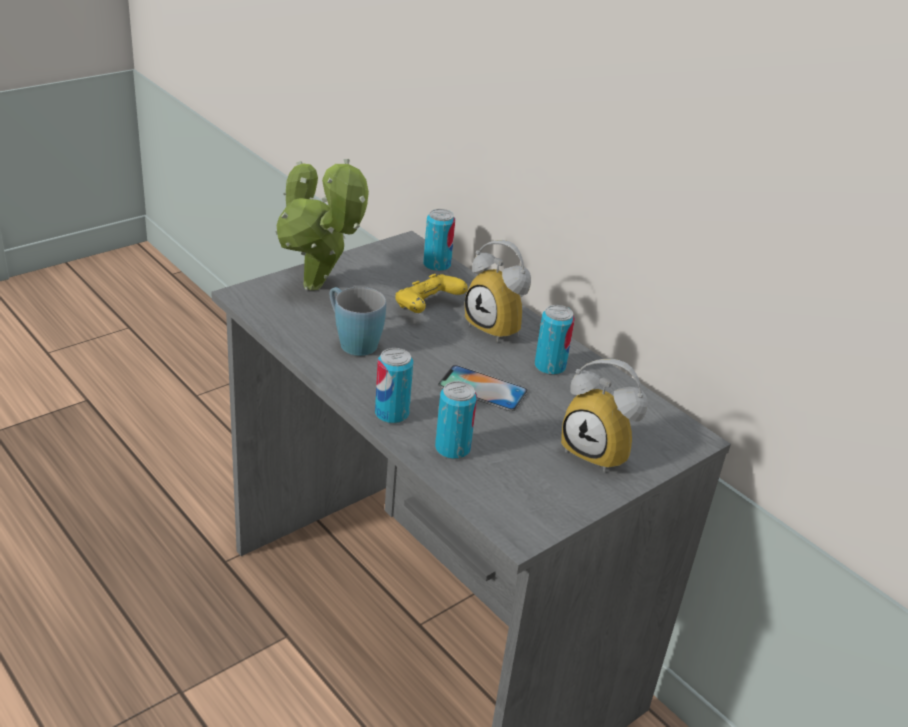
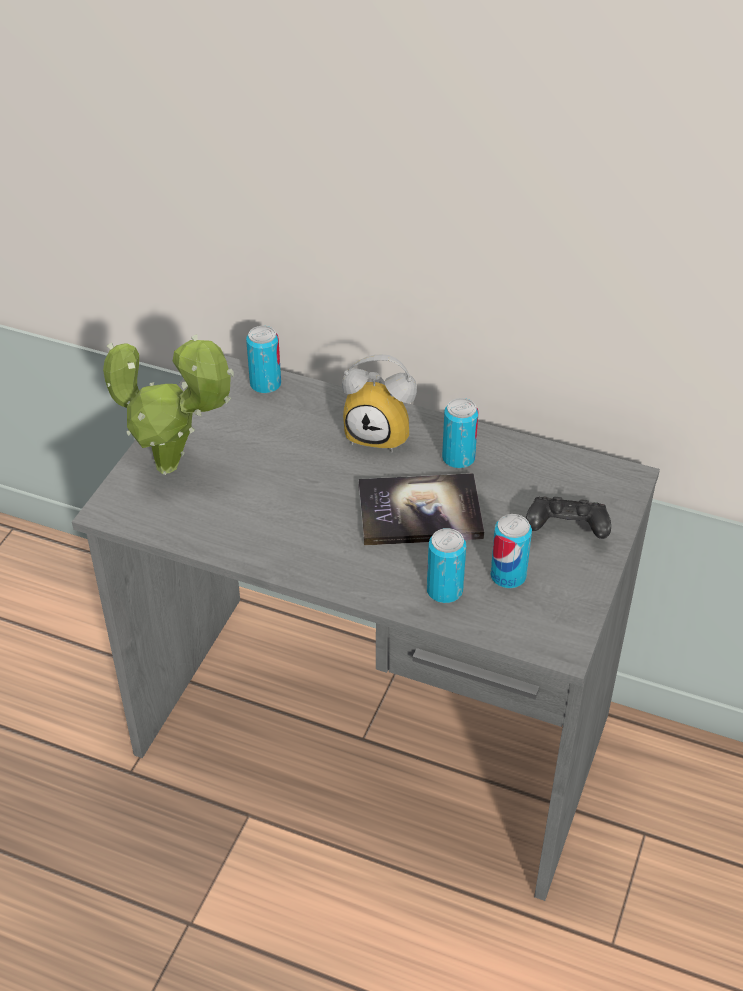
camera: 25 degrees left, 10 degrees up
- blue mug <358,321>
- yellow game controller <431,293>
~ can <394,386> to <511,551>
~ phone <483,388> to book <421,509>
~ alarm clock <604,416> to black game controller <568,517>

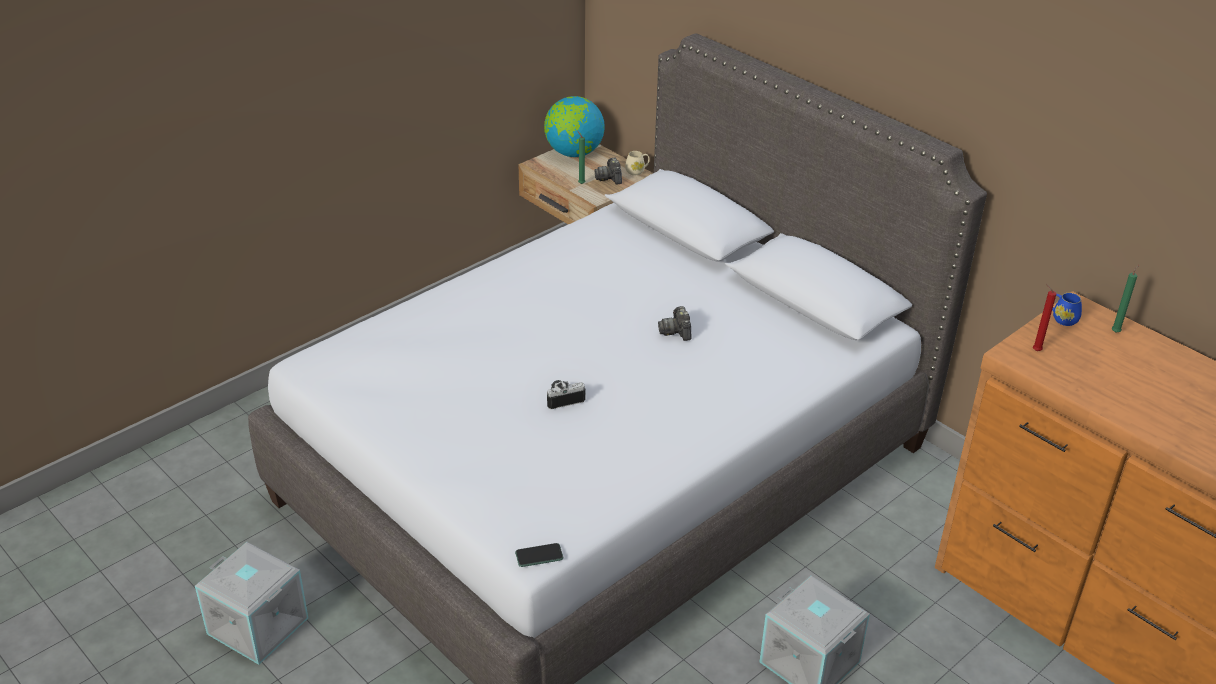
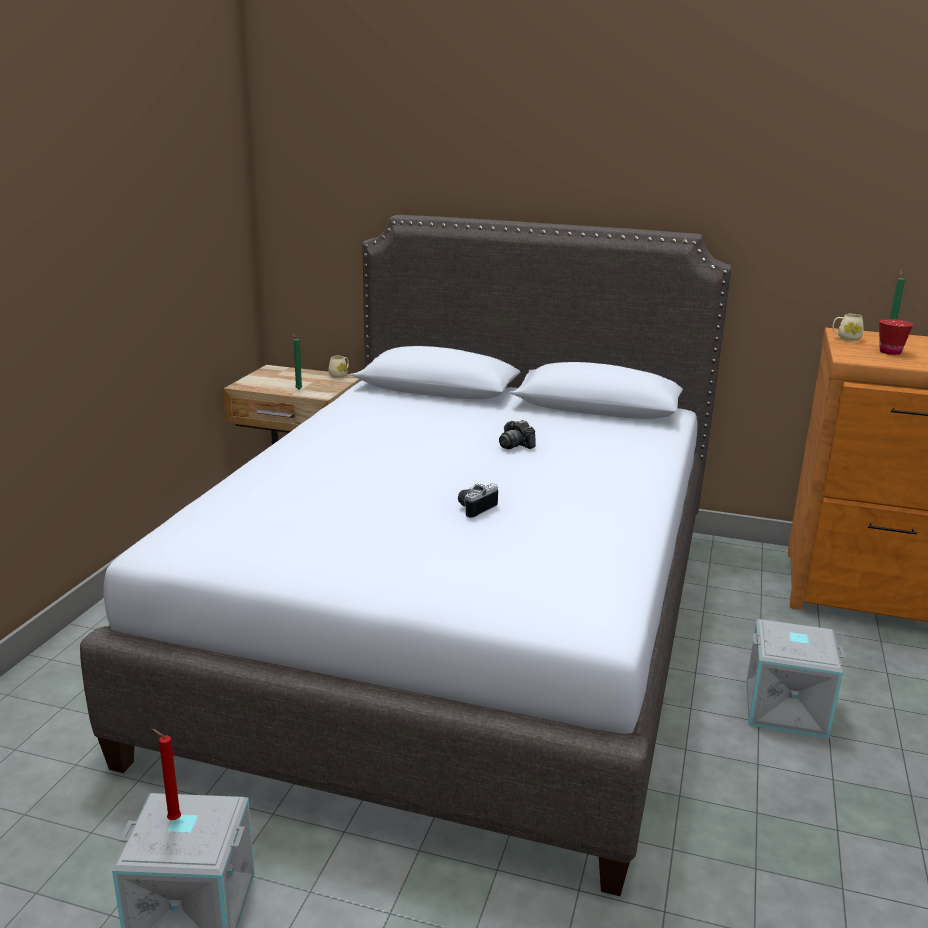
camera: 30 degrees left, 15 degrees down
- phone <539,555>
- globe <574,126>
- photo camera <608,171>
+ red cup <896,337>
~ red candle <1045,317> to <166,774>
~ blue mug <1067,309> to beige mug <848,327>

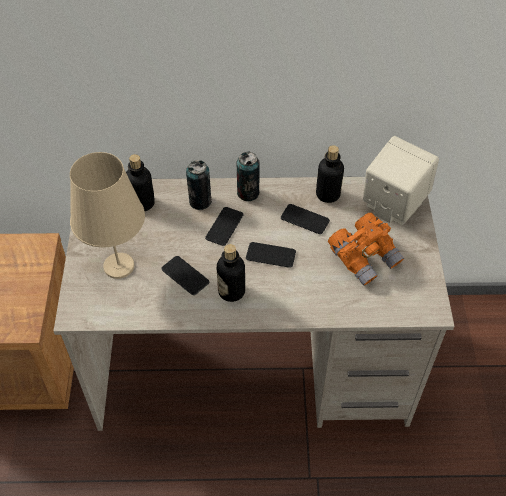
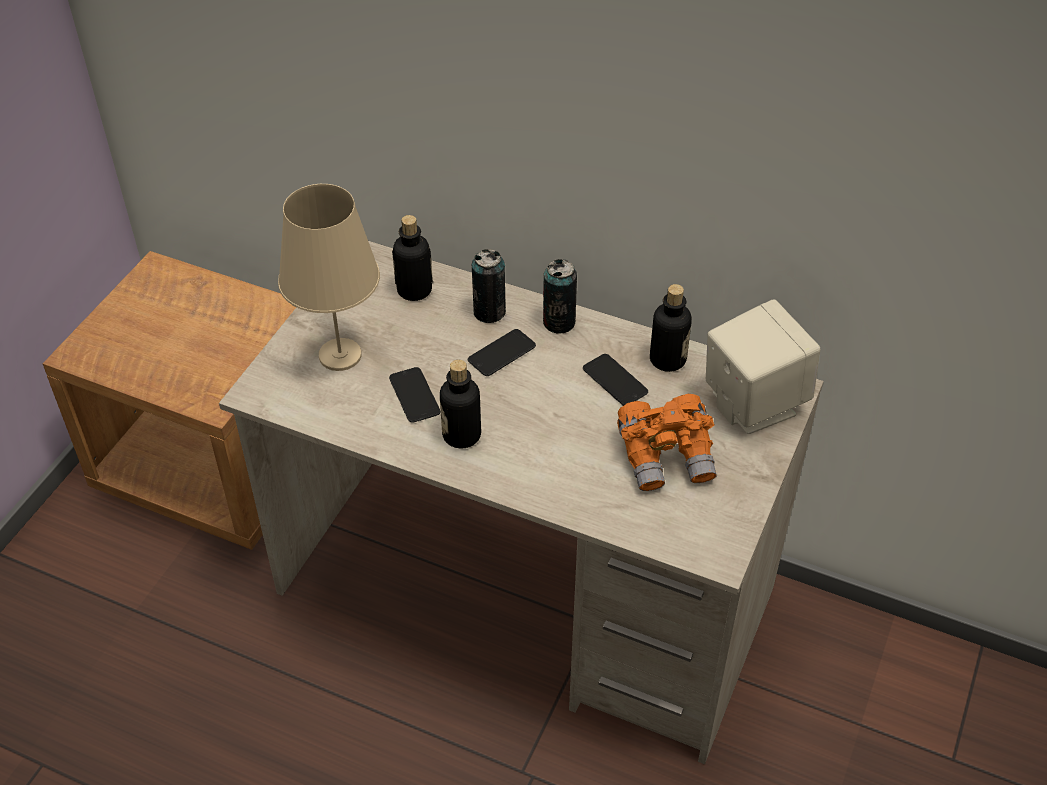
camera: 25 degrees right, 5 degrees down
- phone <271,255>

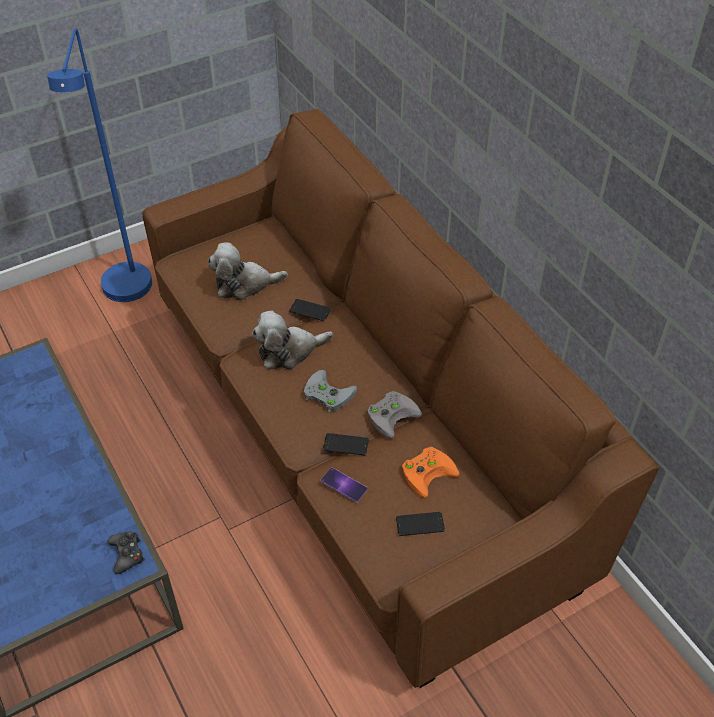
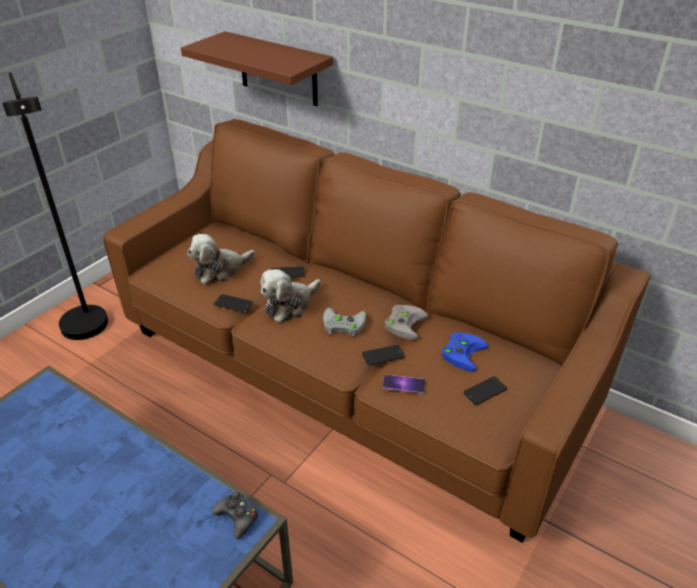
camera: 25 degrees left, 10 degrees down
+ brown shelf <257,68>
+ phone <233,303>
~ blue floor lamp <99,165> to black floor lamp <55,206>
~ orange game controller <431,472> to blue game controller <464,352>

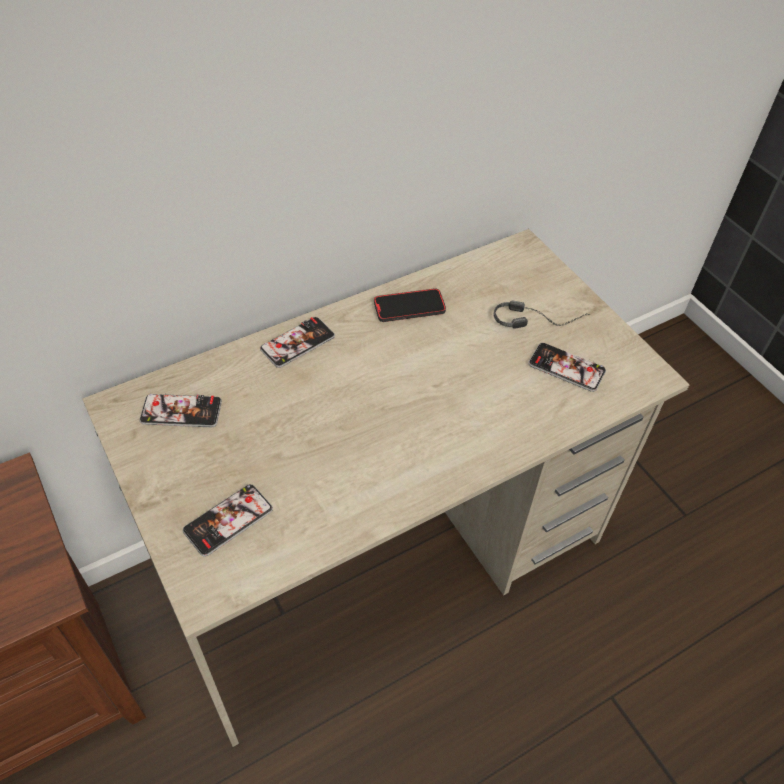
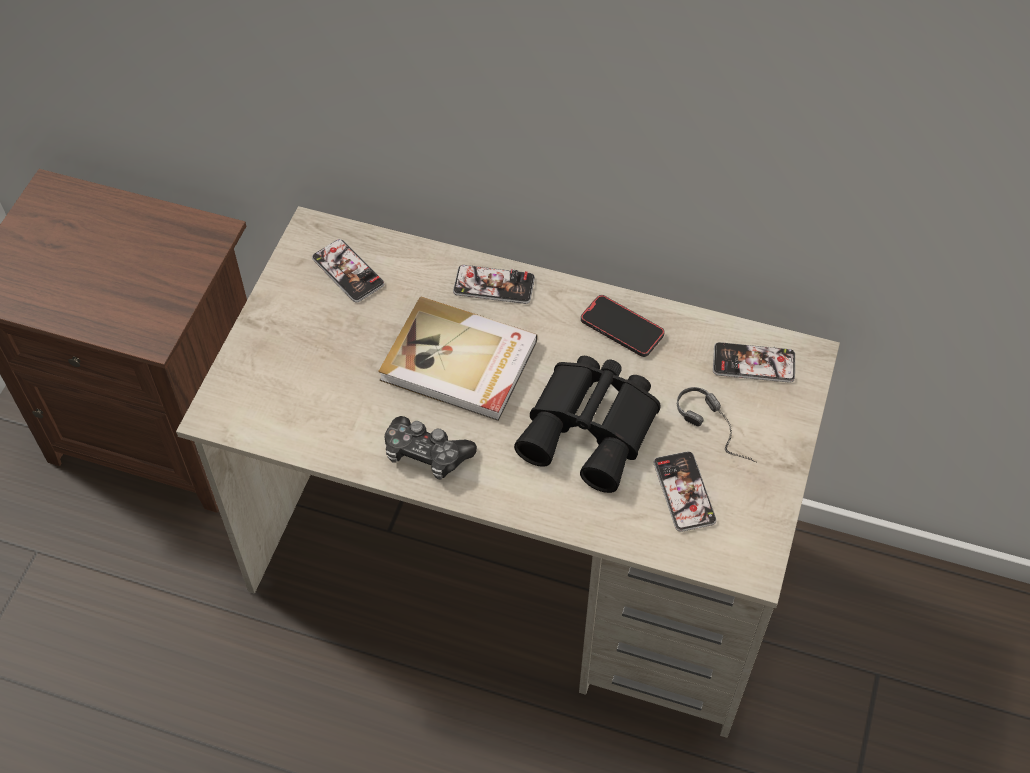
camera: 50 degrees right, 5 degrees up
+ book <458,358>
+ game controller <431,447>
+ black binoculars <587,424>
~ phone <228,520> to <754,362>

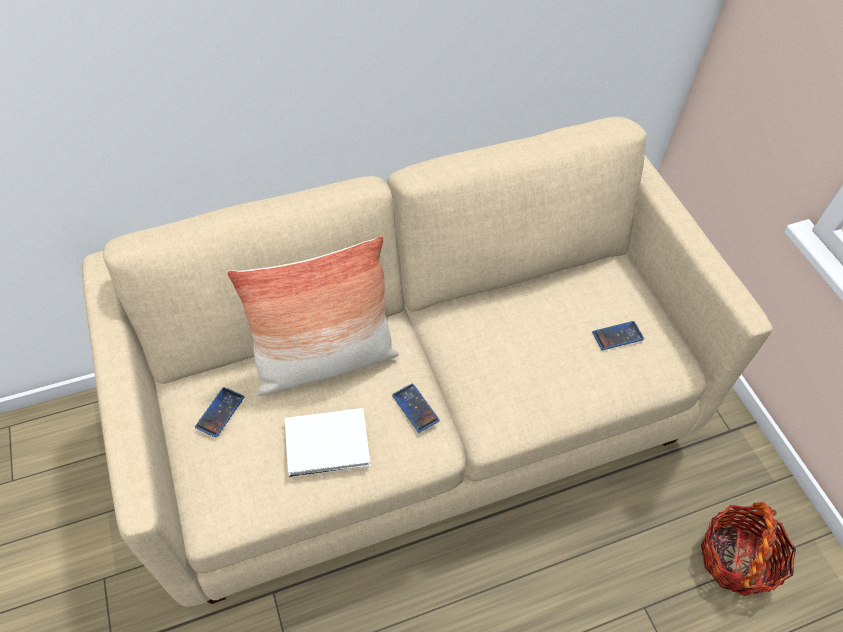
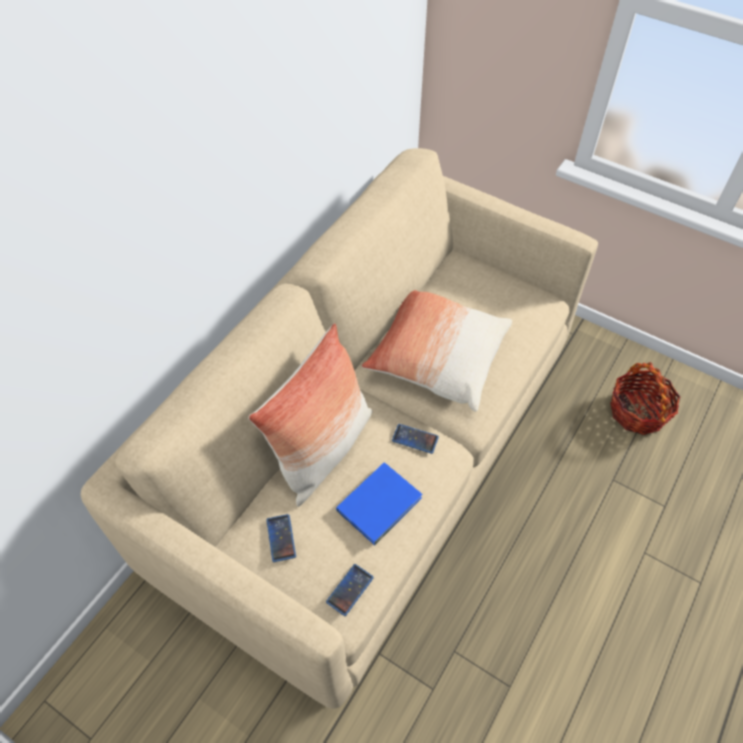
camera: 35 degrees left, 0 degrees up
+ pillow <437,351>
~ phone <618,335> to <350,590>
~ white book <328,442> to blue book <379,503>

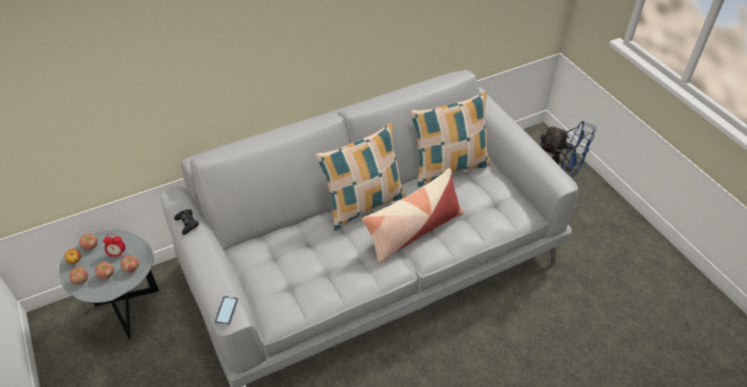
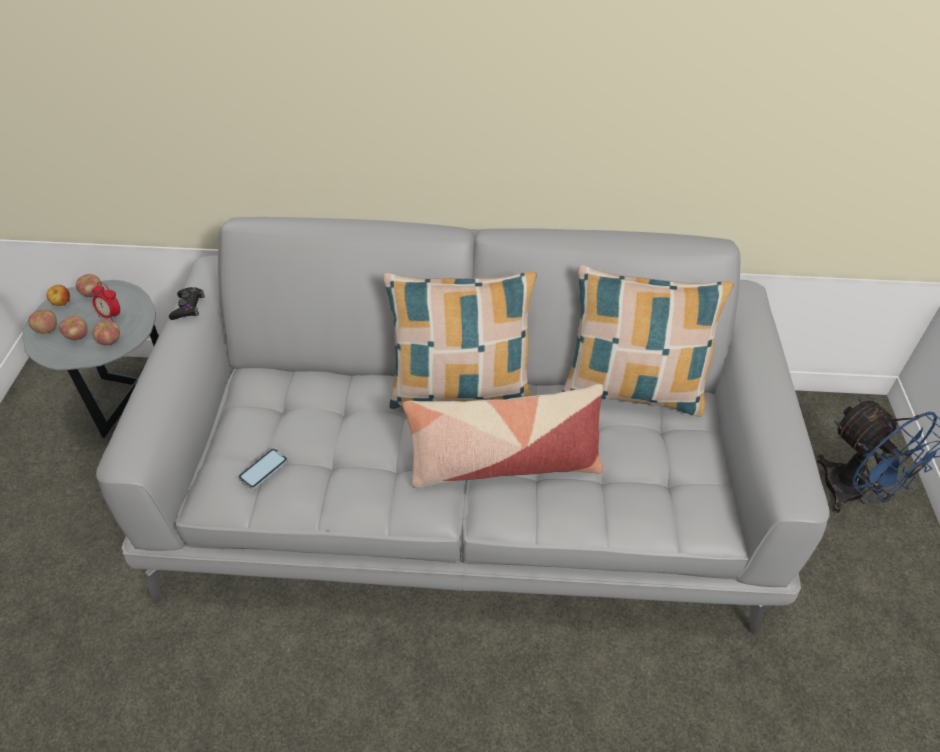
camera: 30 degrees right, 0 degrees up
~ phone <226,310> to <263,468>

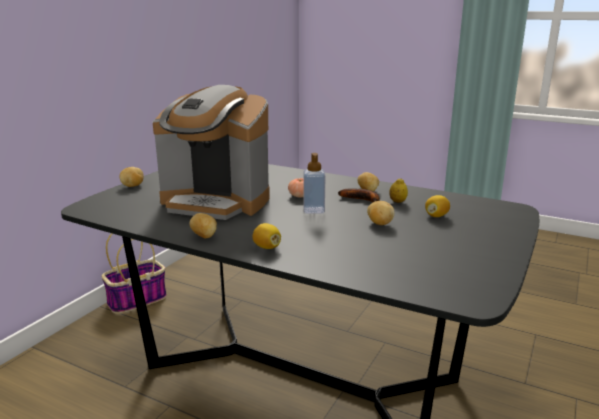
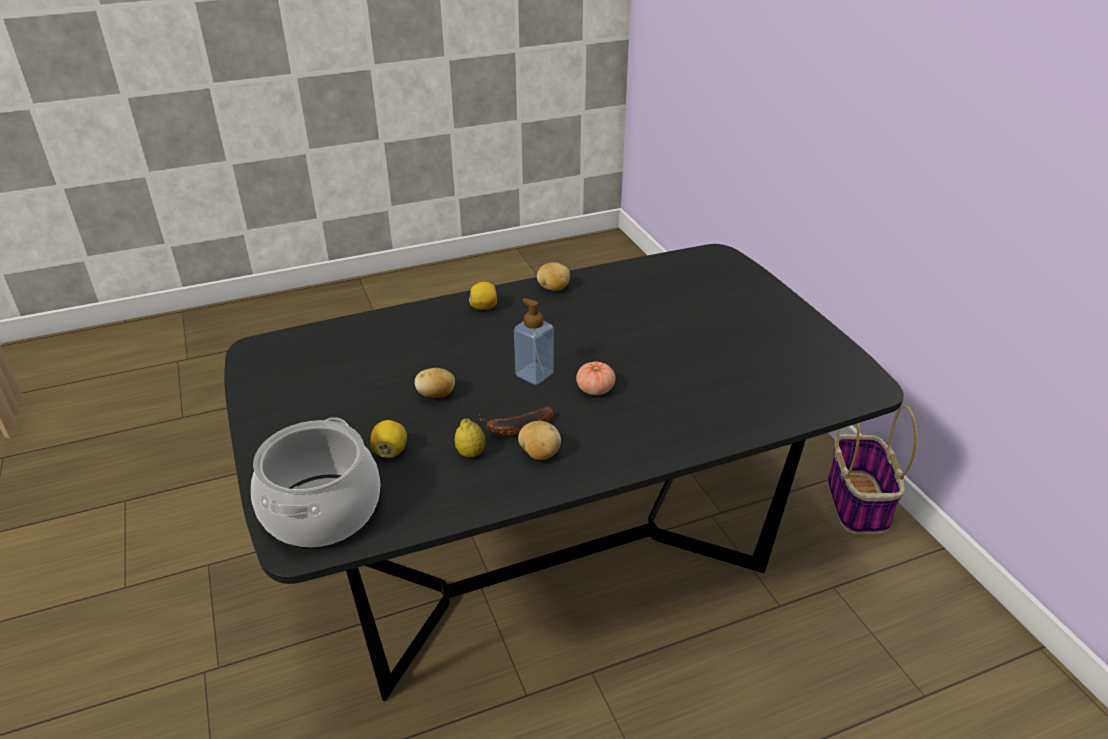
camera: 130 degrees right, 15 degrees up
- potato <131,177>
- coffee machine <211,152>
+ cooking pot <315,482>

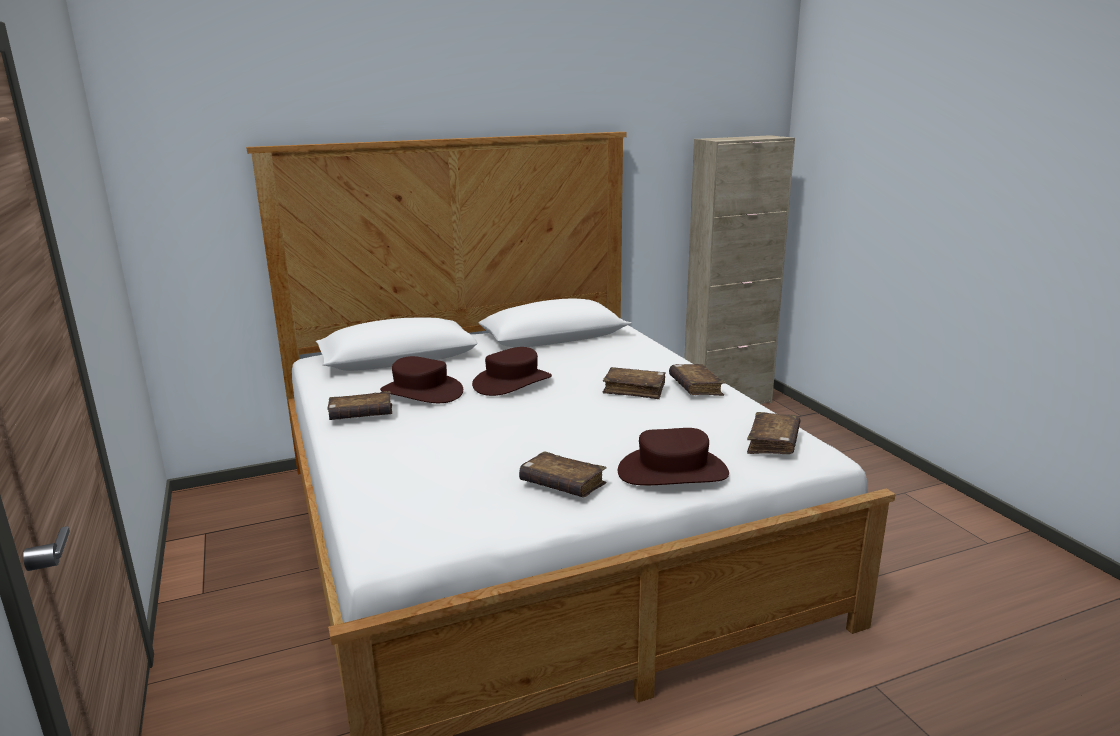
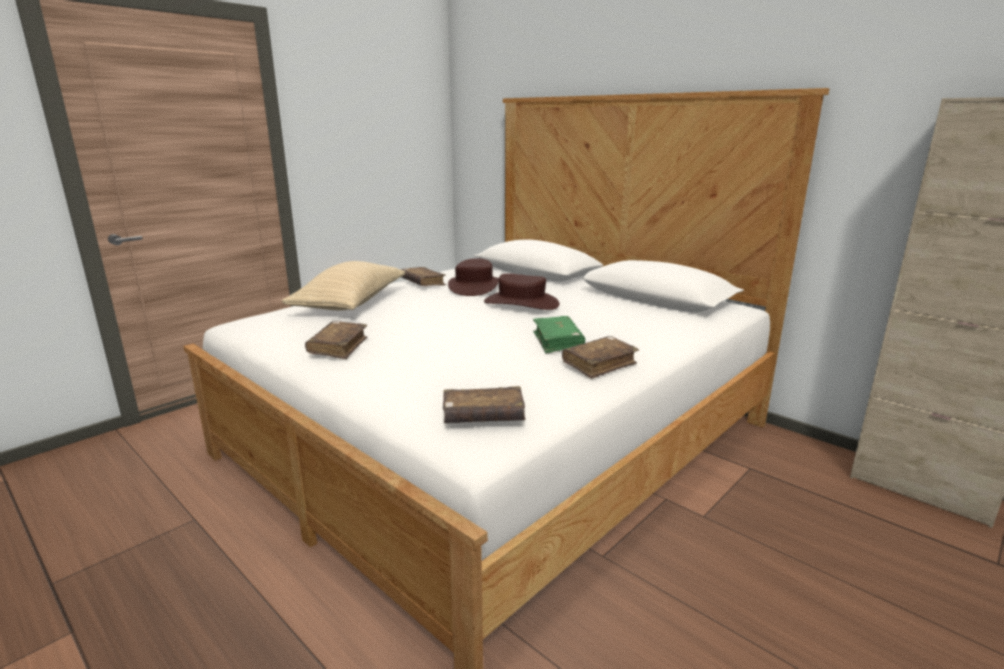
camera: 65 degrees right, 0 degrees up
- brown hat <673,456>
+ beige pillow <343,285>
~ brown book <634,383> to green book <559,334>

